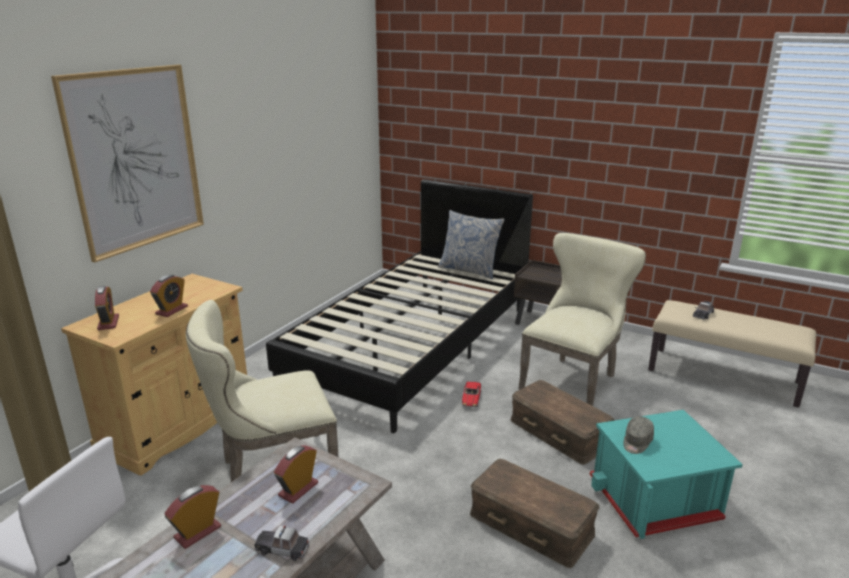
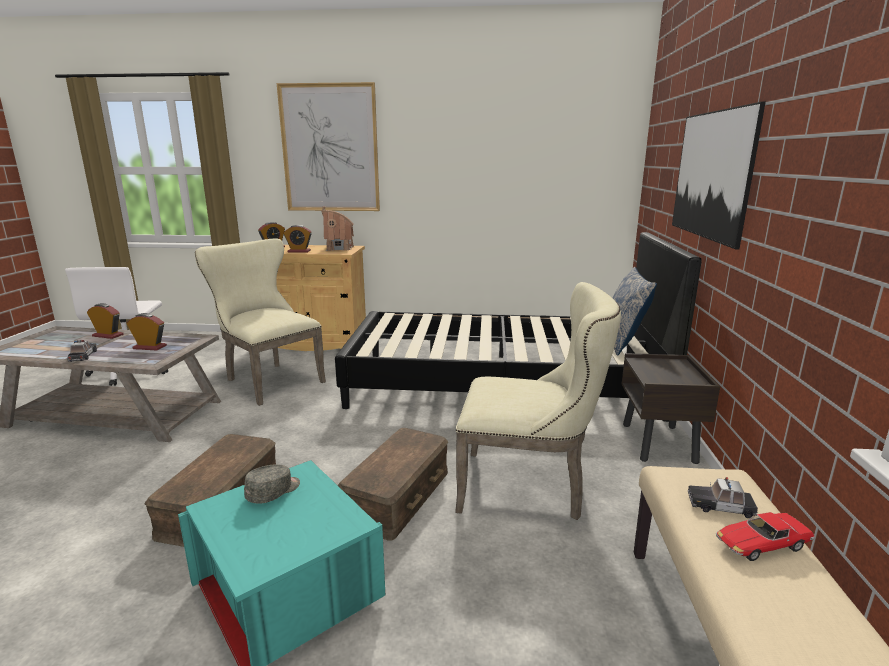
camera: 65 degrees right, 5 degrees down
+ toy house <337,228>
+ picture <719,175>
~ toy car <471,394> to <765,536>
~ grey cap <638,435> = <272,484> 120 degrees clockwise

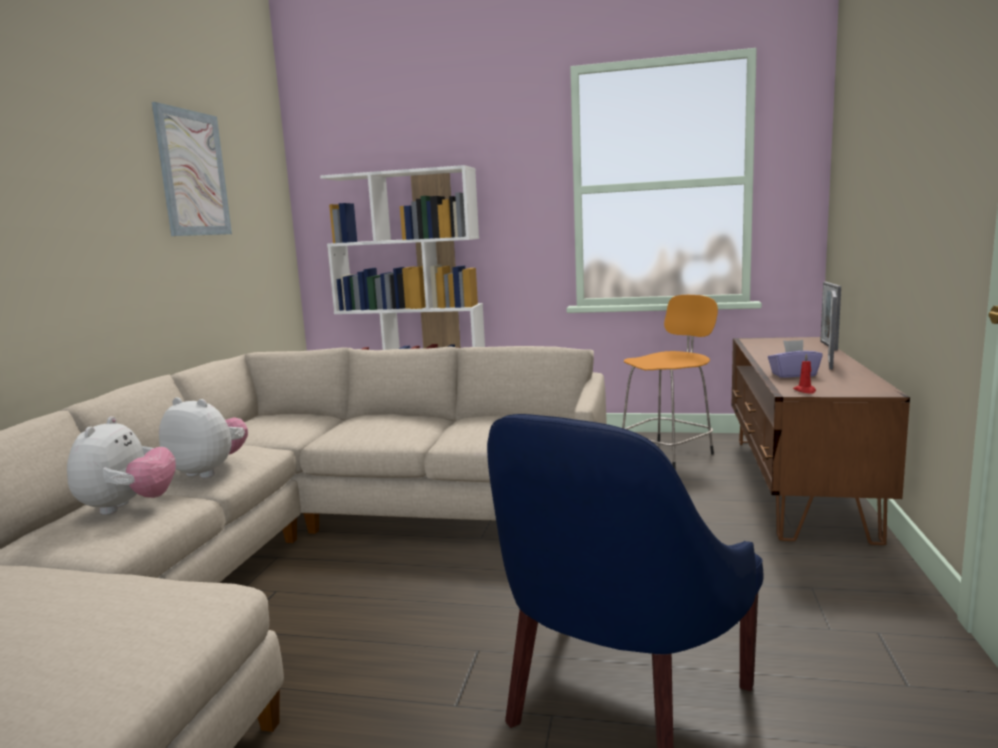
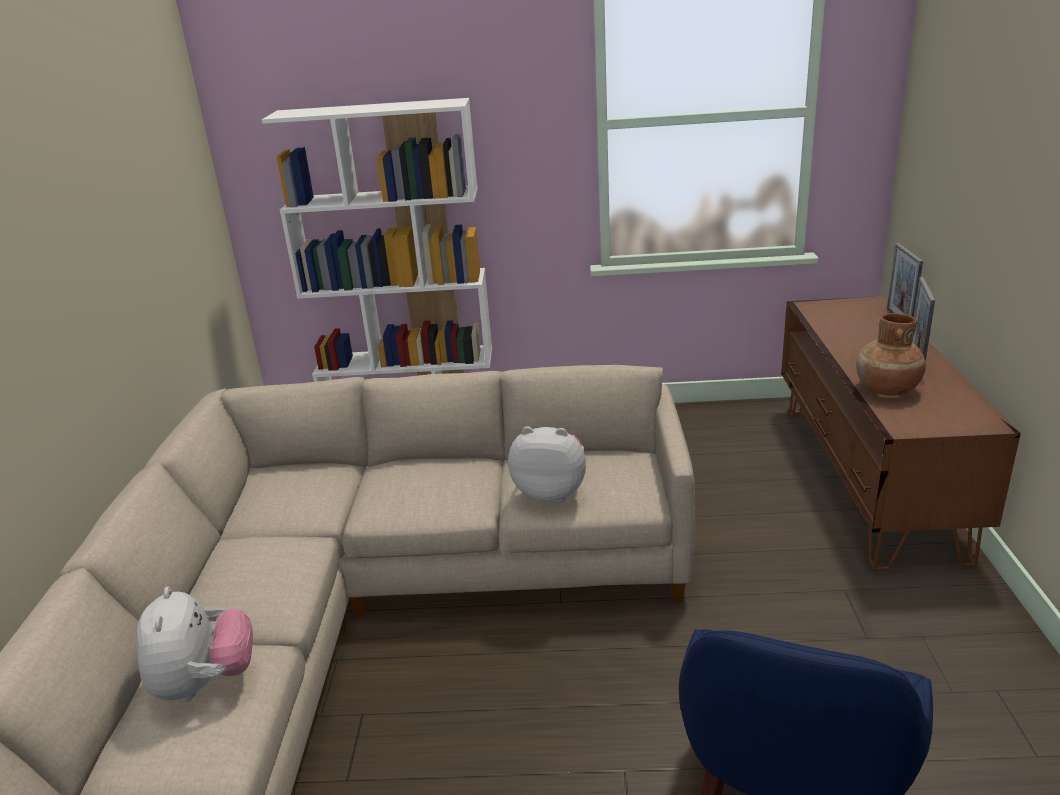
camera: 10 degrees left, 15 degrees up
- picture <192,169>
- orange stool <670,382>
- red candle <804,373>
~ plush toy <203,437> to <547,464>
~ purple tissue box <795,359> to brown vase <891,354>

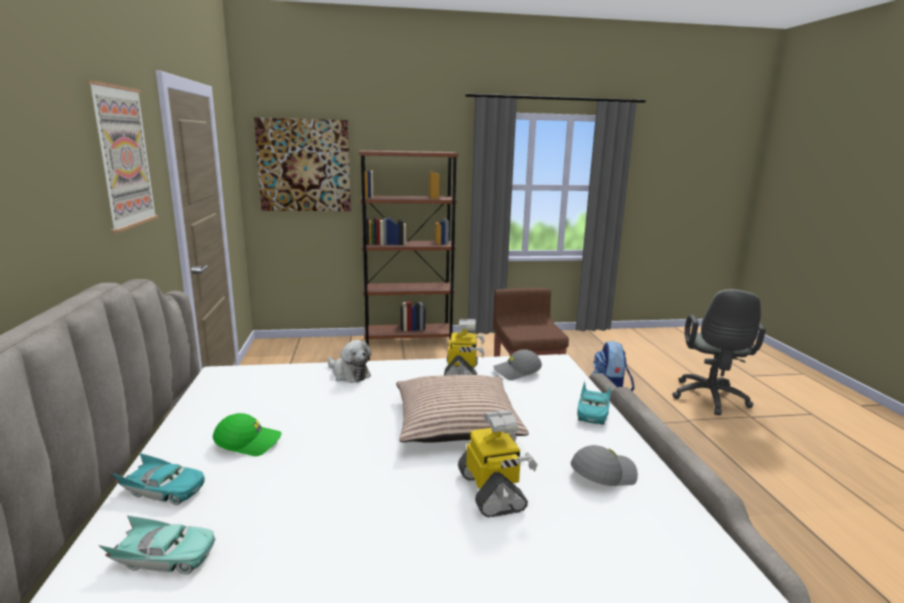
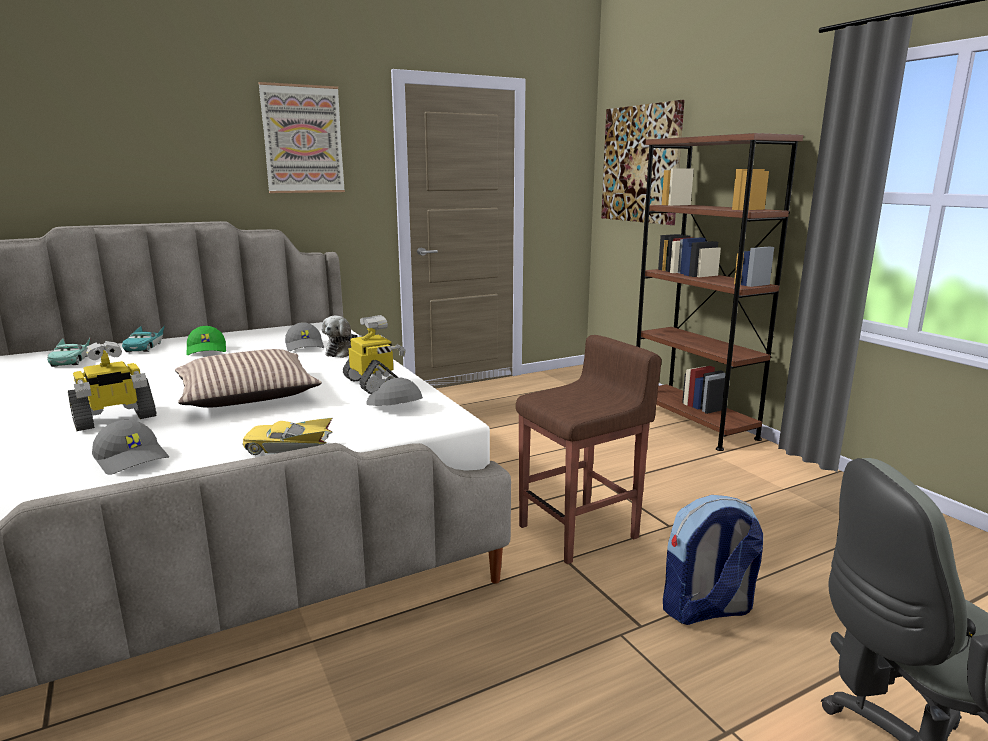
camera: 70 degrees right, 0 degrees up
+ grey cap <304,337>
~ turquoise toy car <594,403> to yellow toy car <287,436>
~ toy robot <464,347> = <374,354> 105 degrees counterclockwise

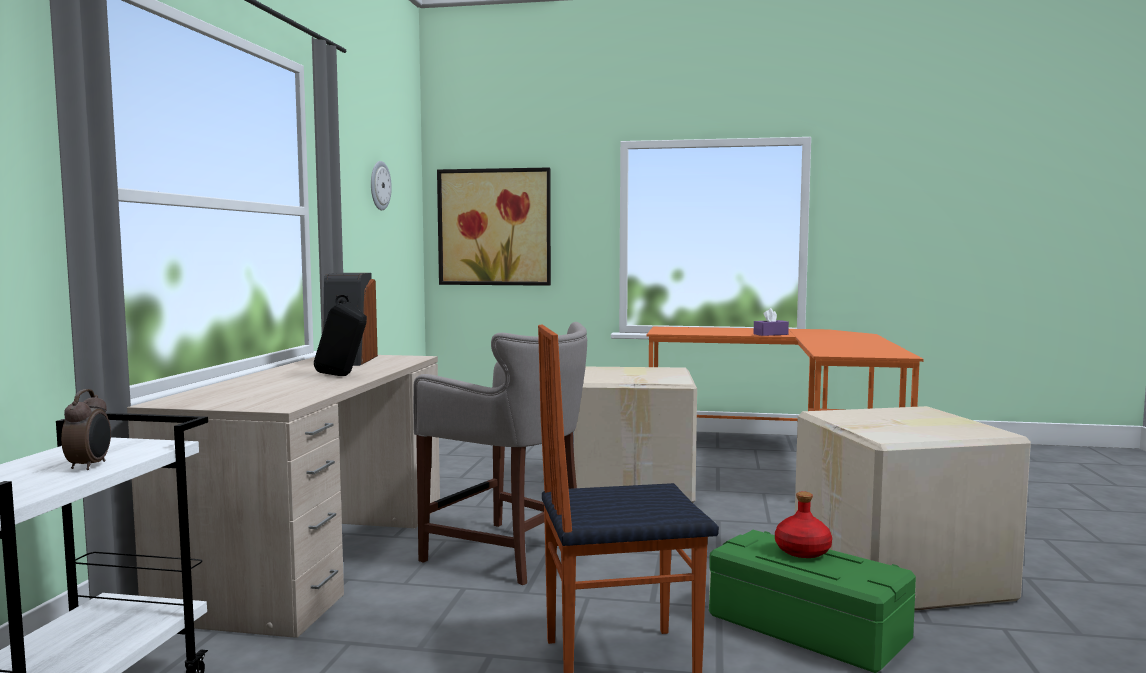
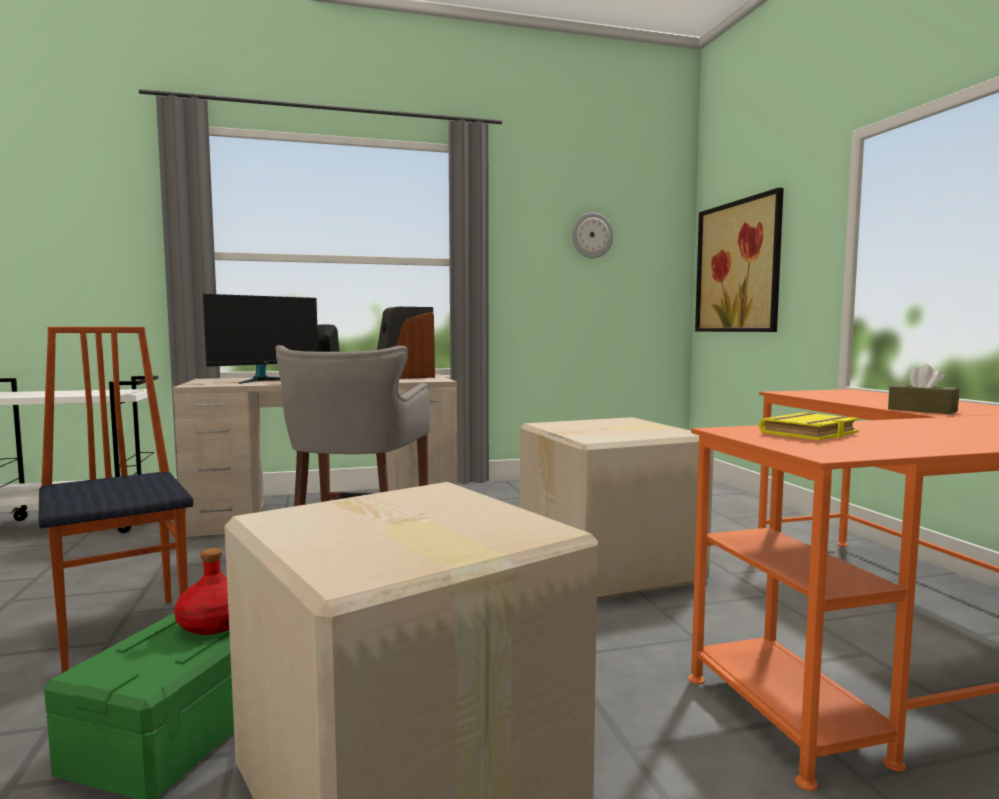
camera: 65 degrees right, 0 degrees up
- alarm clock <86,429>
+ monitor <260,339>
+ yellow book <809,426>
~ purple tissue box <771,322> to brown tissue box <923,389>

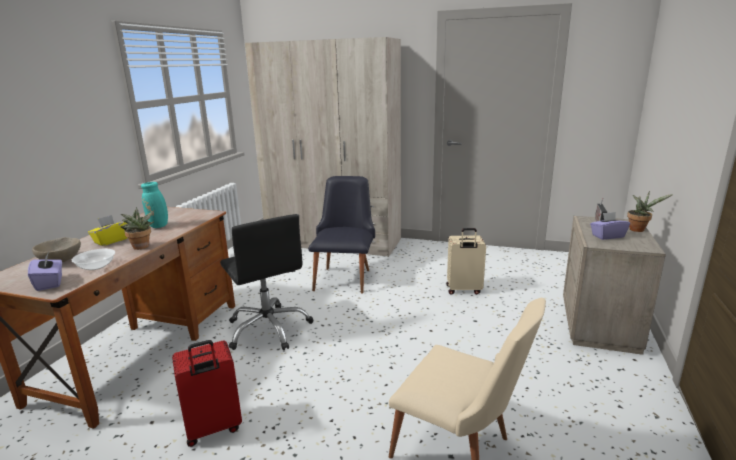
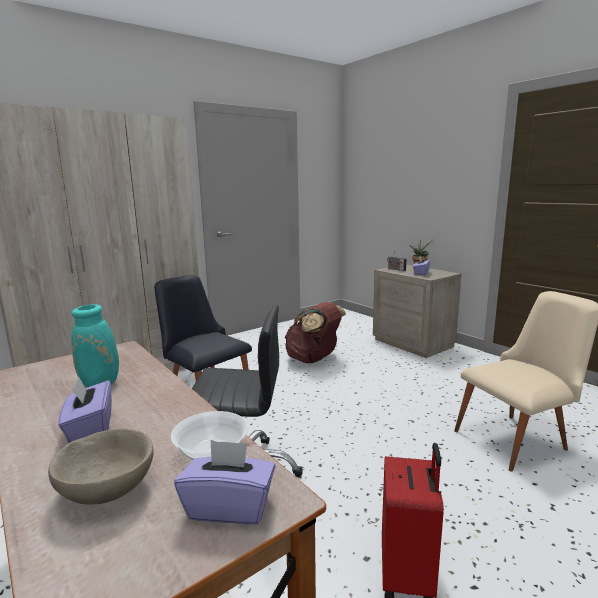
camera: 55 degrees left, 5 degrees down
- potted plant <137,228>
~ beige suitcase <466,261> to brown backpack <315,332>
~ yellow tissue box <107,230> to purple tissue box <85,410>

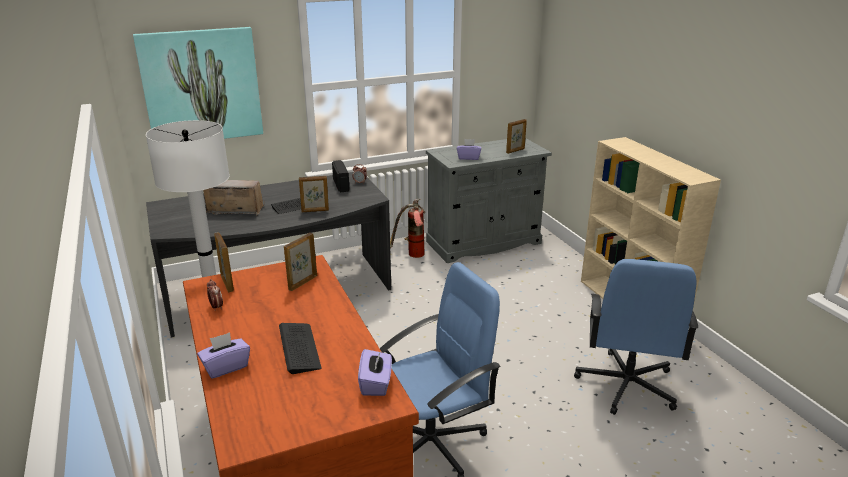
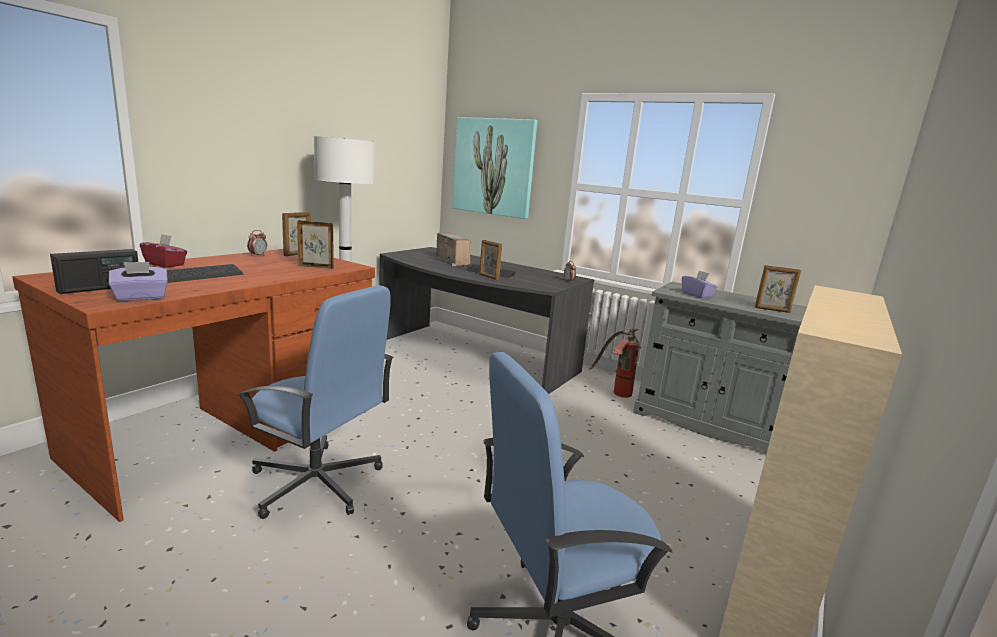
camera: 55 degrees right, 10 degrees down
~ radio <341,176> to <94,271>
~ purple tissue box <223,356> to red tissue box <163,251>

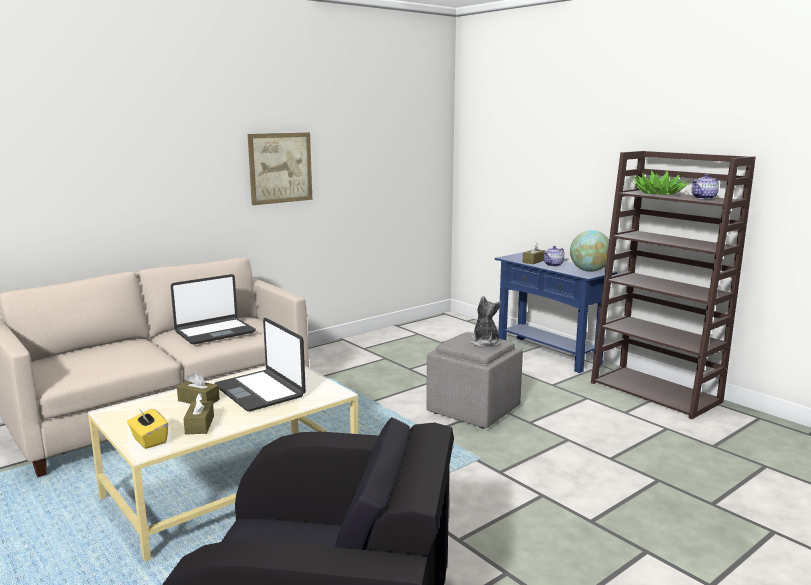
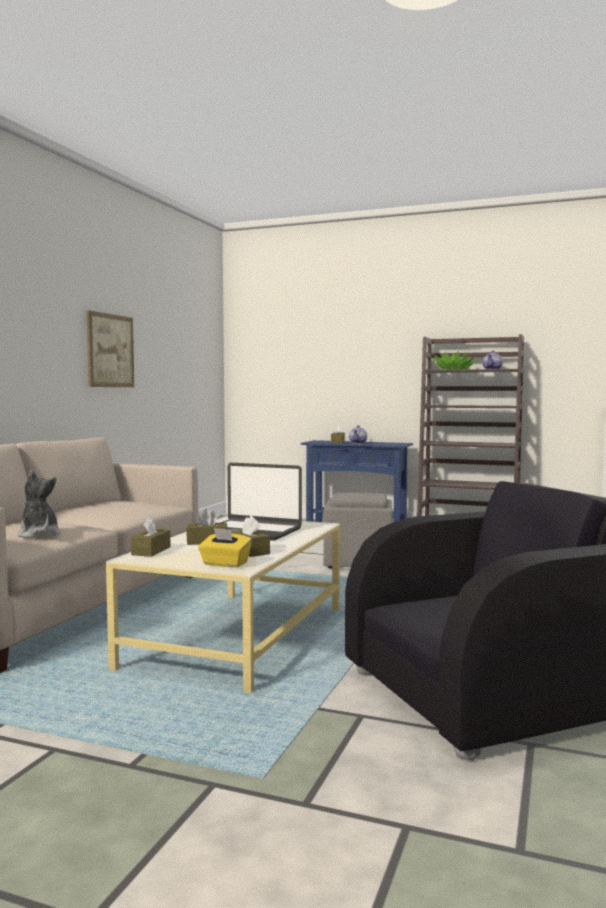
camera: 30 degrees left, 10 degrees down
- laptop <213,309>
- globe <589,251>
+ brown tissue box <150,536>
~ plush toy <486,321> to <39,504>

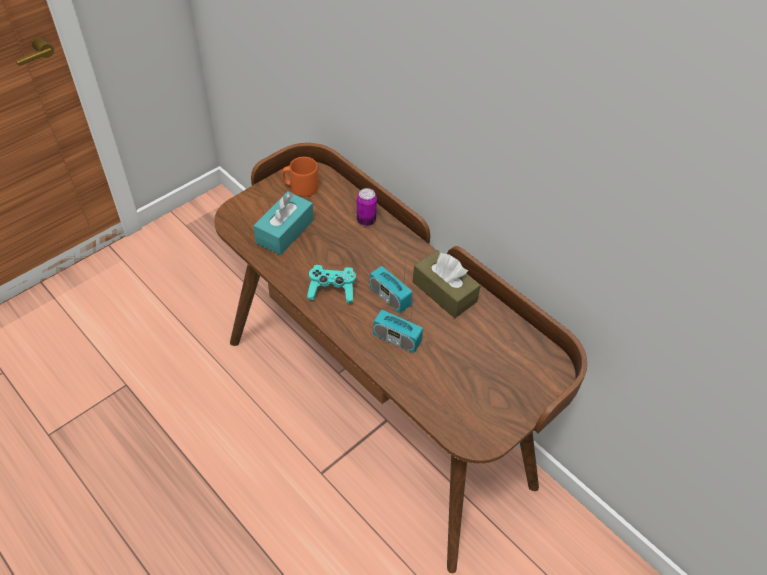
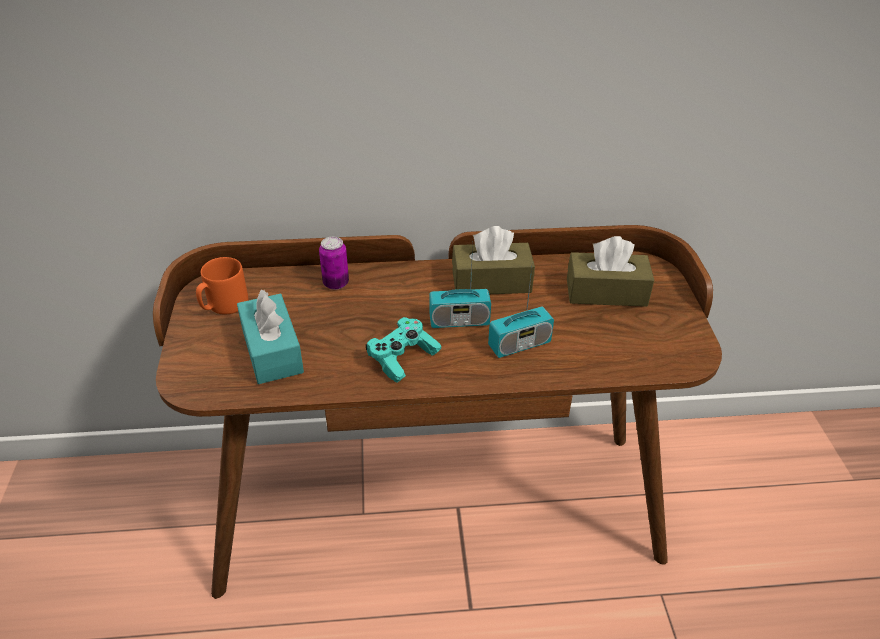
camera: 50 degrees left, 10 degrees down
+ brown tissue box <610,271>

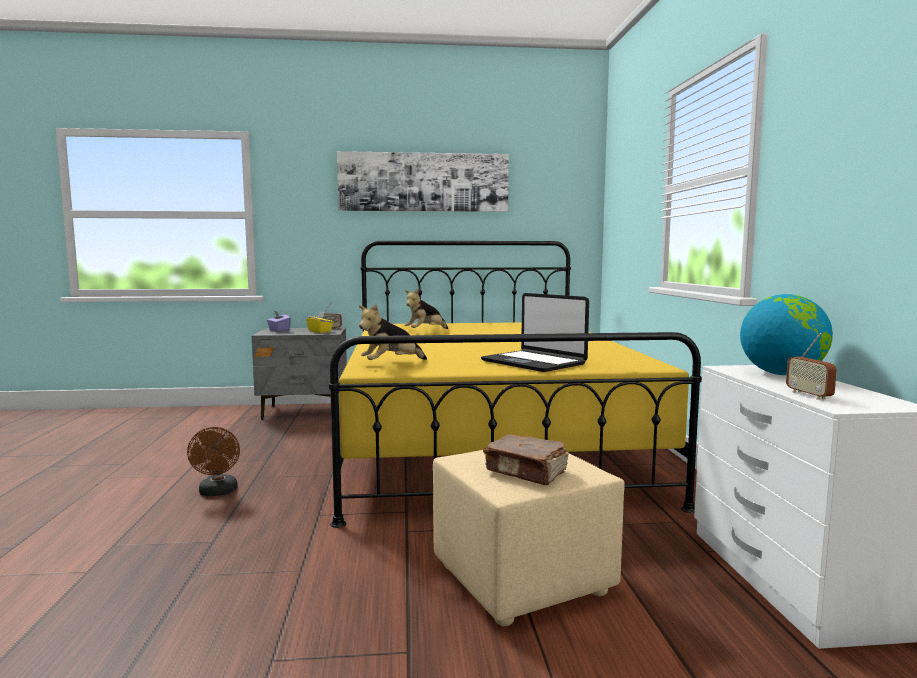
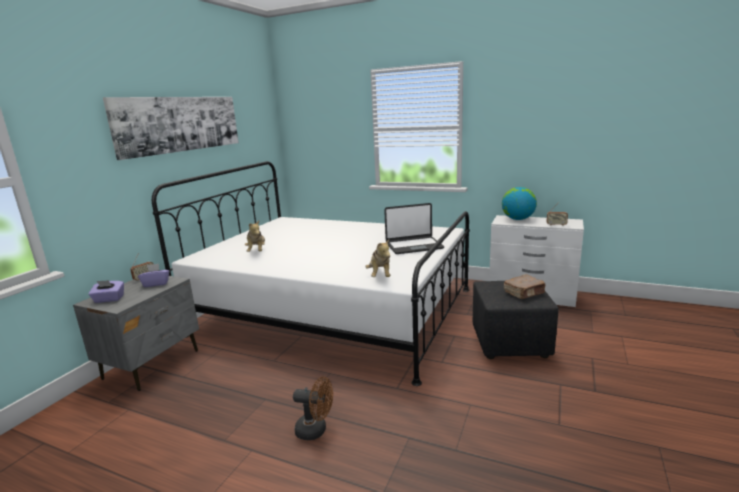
camera: 60 degrees left, 10 degrees up
~ yellow tissue box <320,322> to purple tissue box <153,275>
~ yellow bed <515,384> to white bed <311,273>
~ beige ottoman <529,538> to black ottoman <516,320>

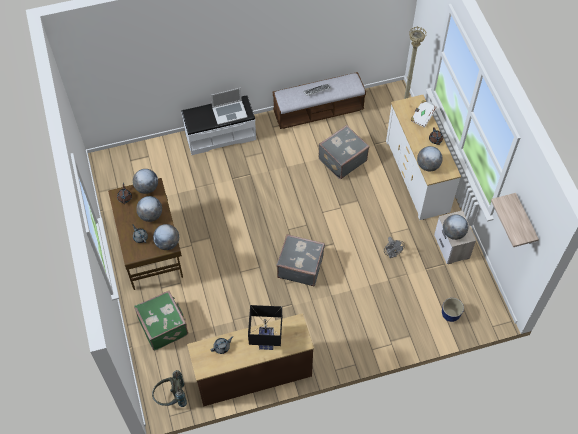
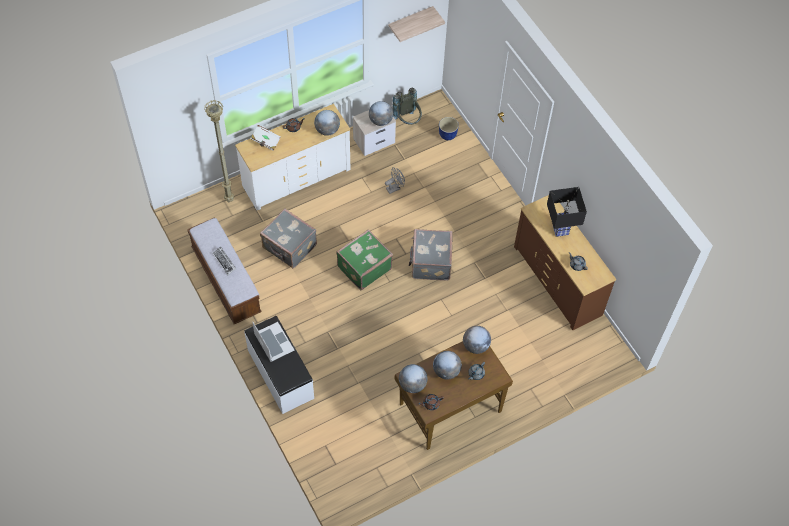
camera: 105 degrees left, 0 degrees up
~ green suitcase <161,320> to <364,259>
~ grey backpack <169,388> to <407,106>

